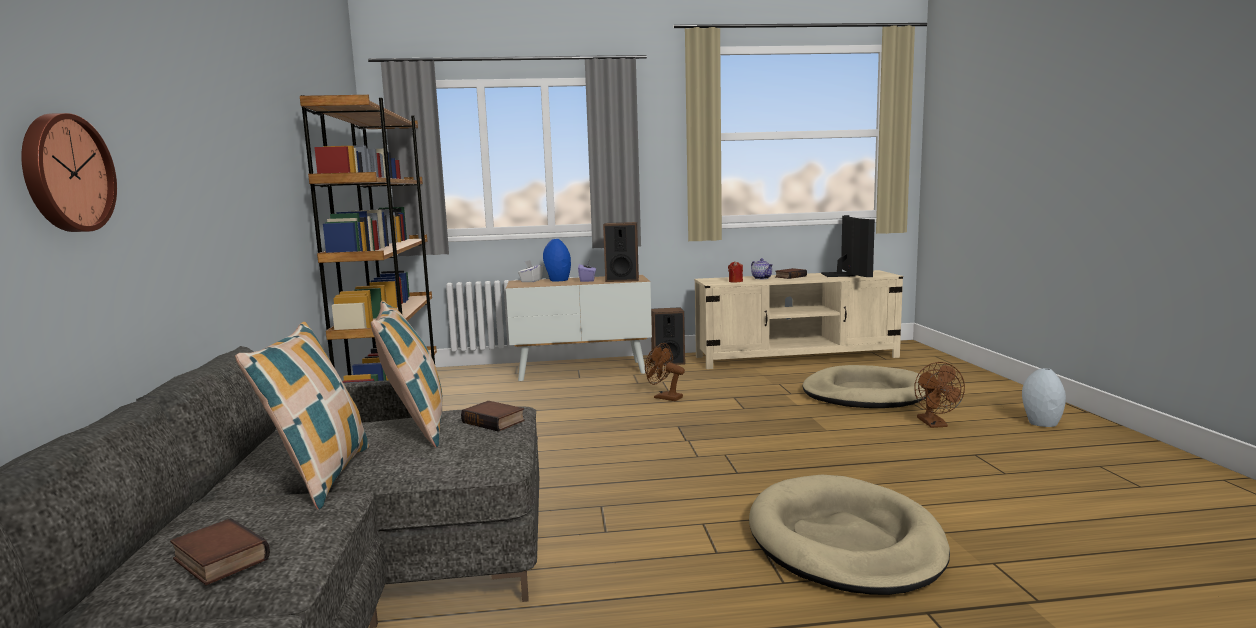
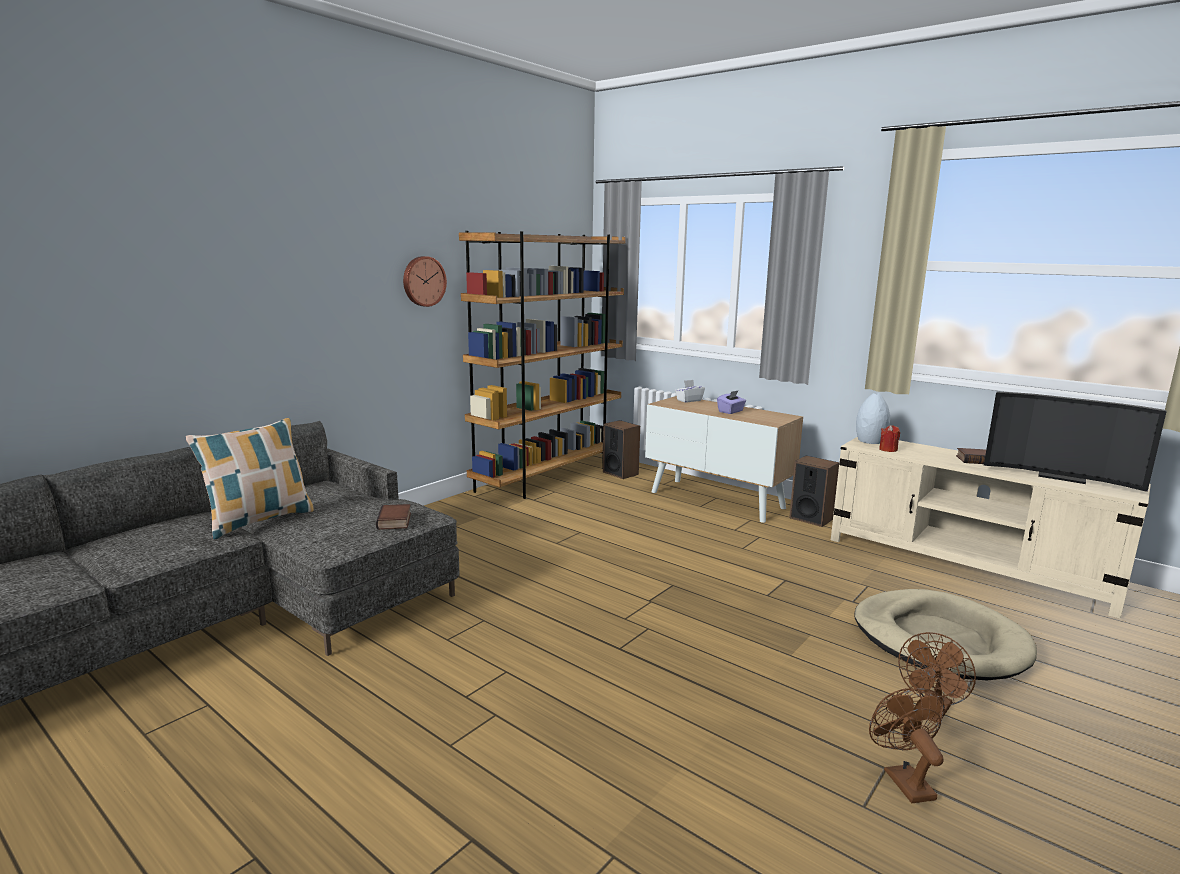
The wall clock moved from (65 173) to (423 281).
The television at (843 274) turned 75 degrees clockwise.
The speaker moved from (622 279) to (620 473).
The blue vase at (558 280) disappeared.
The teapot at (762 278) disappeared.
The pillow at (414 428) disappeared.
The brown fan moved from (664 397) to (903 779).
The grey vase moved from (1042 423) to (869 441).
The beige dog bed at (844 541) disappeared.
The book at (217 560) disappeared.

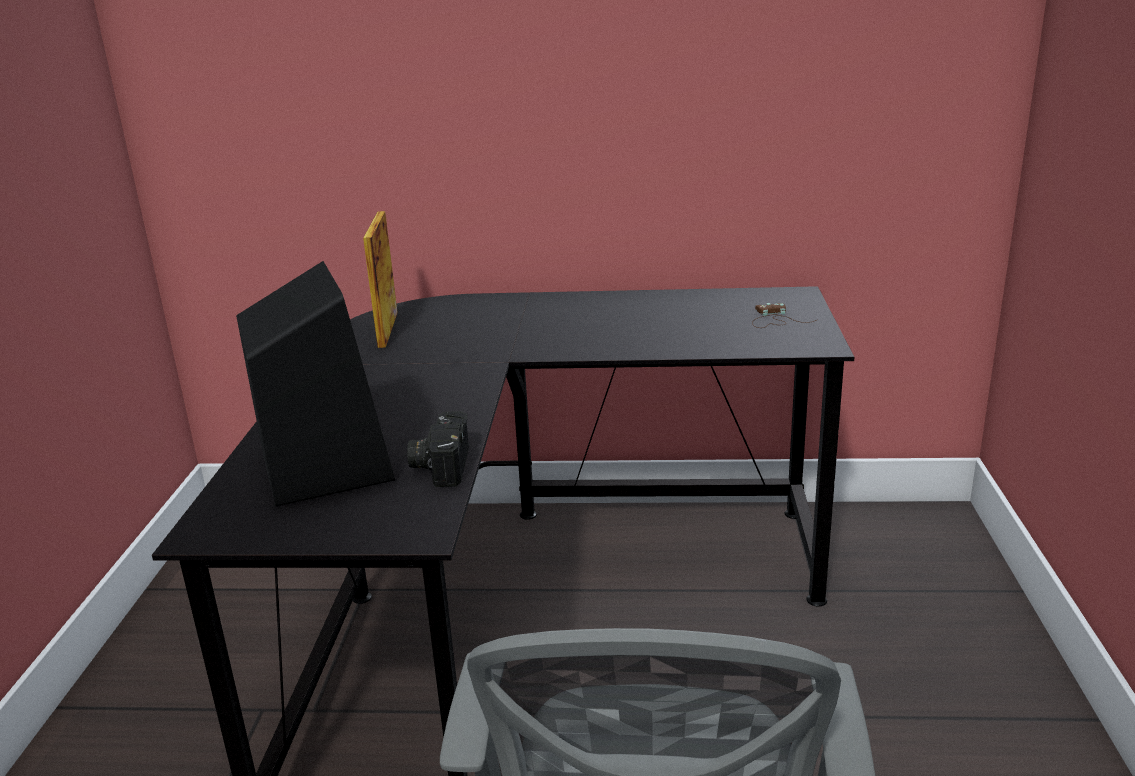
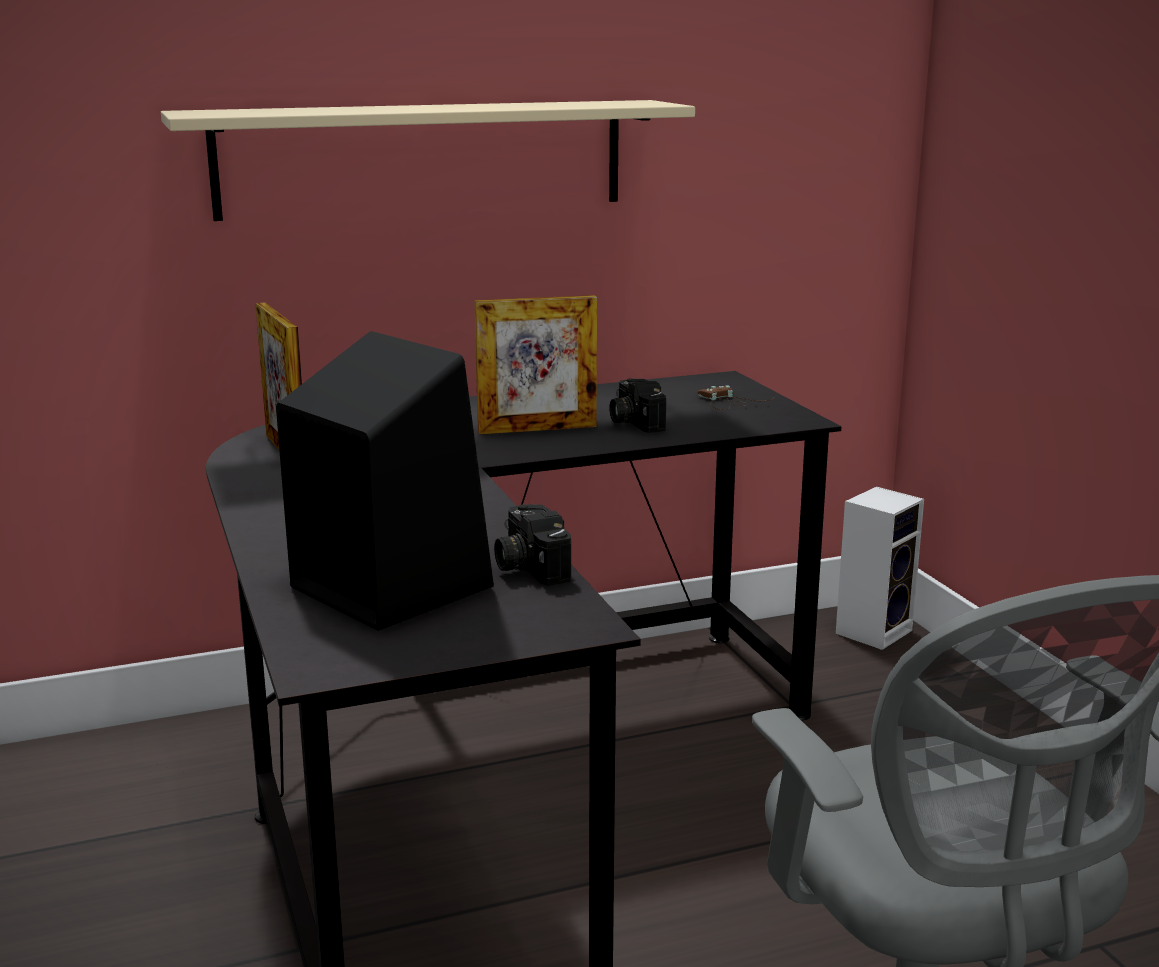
The beige shelf at (423 158) appeared.
The picture frame at (537 429) appeared.
The photo camera at (633 422) appeared.
The speaker at (874 630) appeared.

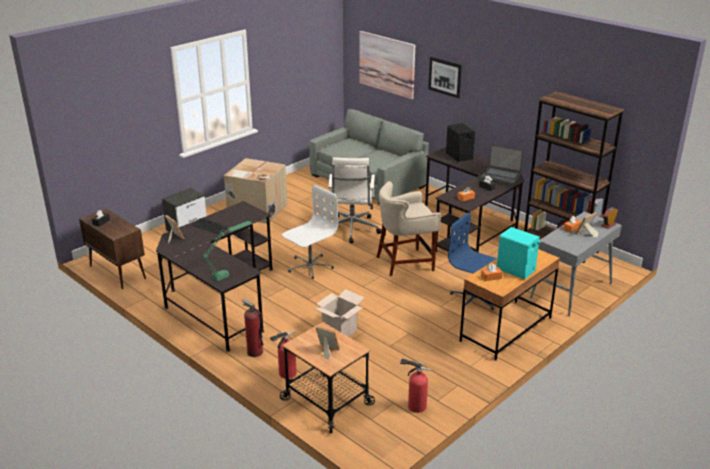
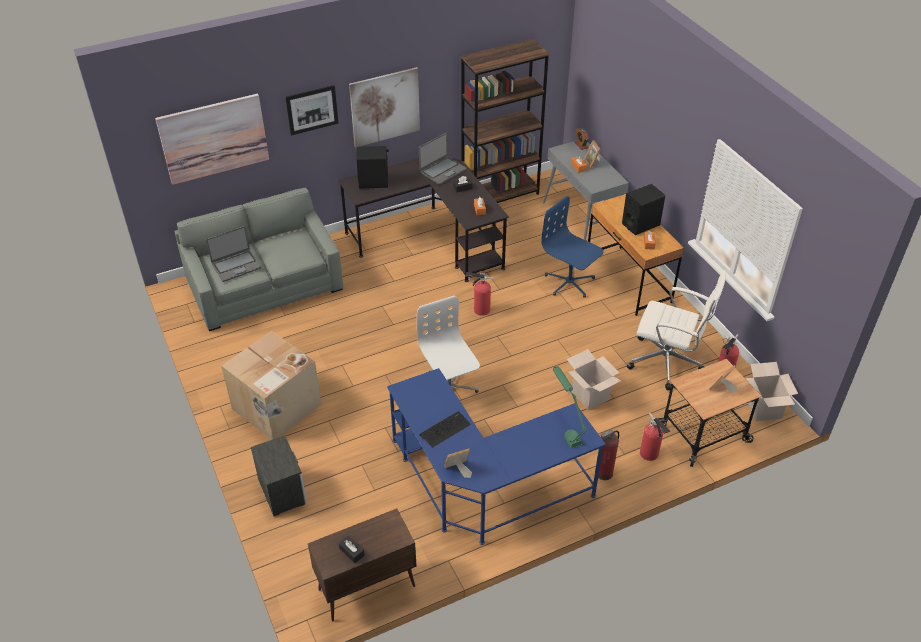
The white office chair moved from (351 230) to (667 362).
The beige stool at (405 263) was replaced by the fire extinguisher at (480 310).
The black desk at (218 299) became the blue desk at (483 486).
The blue office chair at (475 298) turned 75 degrees clockwise.
The turquoise speaker at (516 270) became the black speaker at (641 224).
The picture at (385 107) appeared.
The laptop at (236 266) appeared.
The cardboard box at (763 409) appeared.

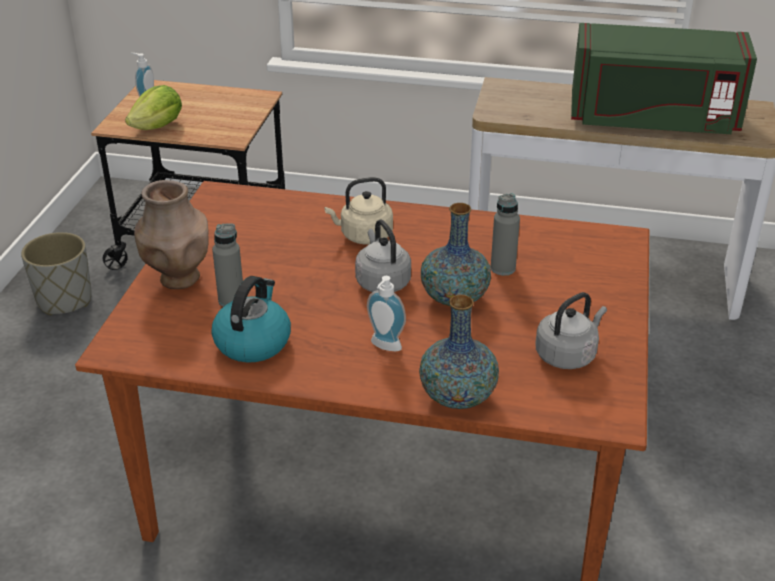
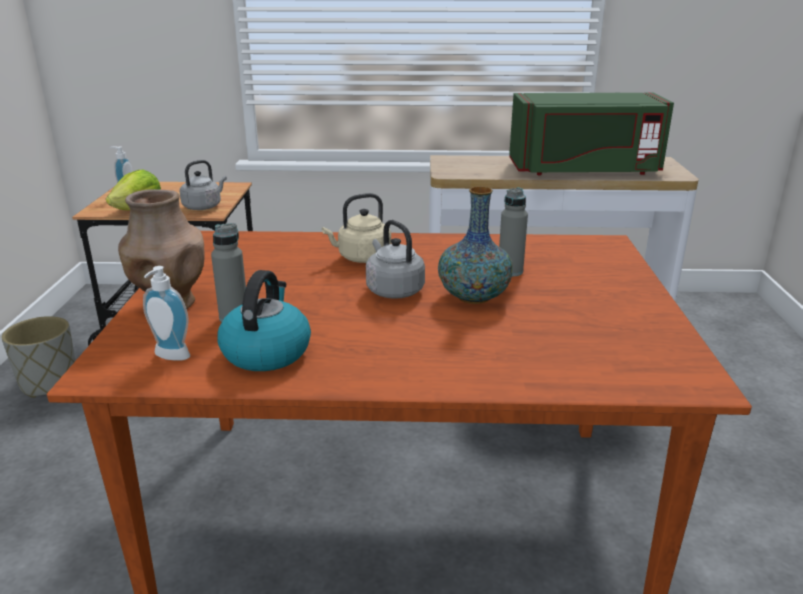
The soap dispenser moved from (384 347) to (169 357).
The grey kettle moved from (567 355) to (204 206).
The vase at (457 396) disappeared.

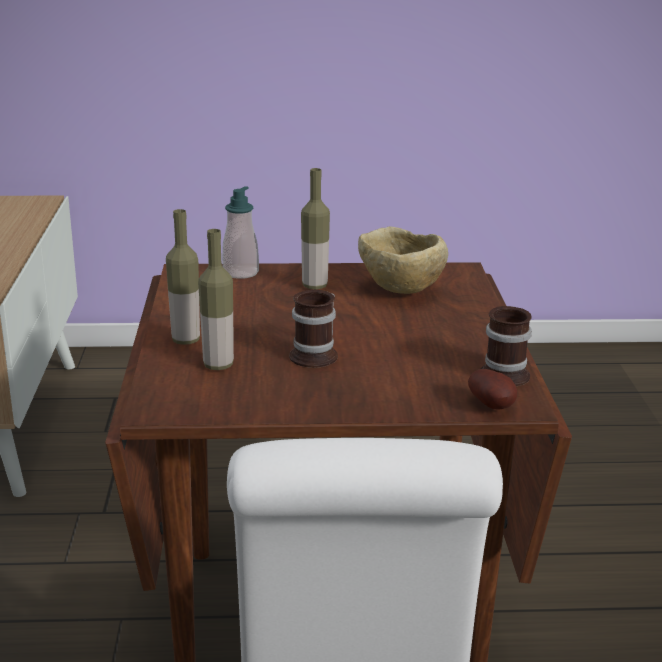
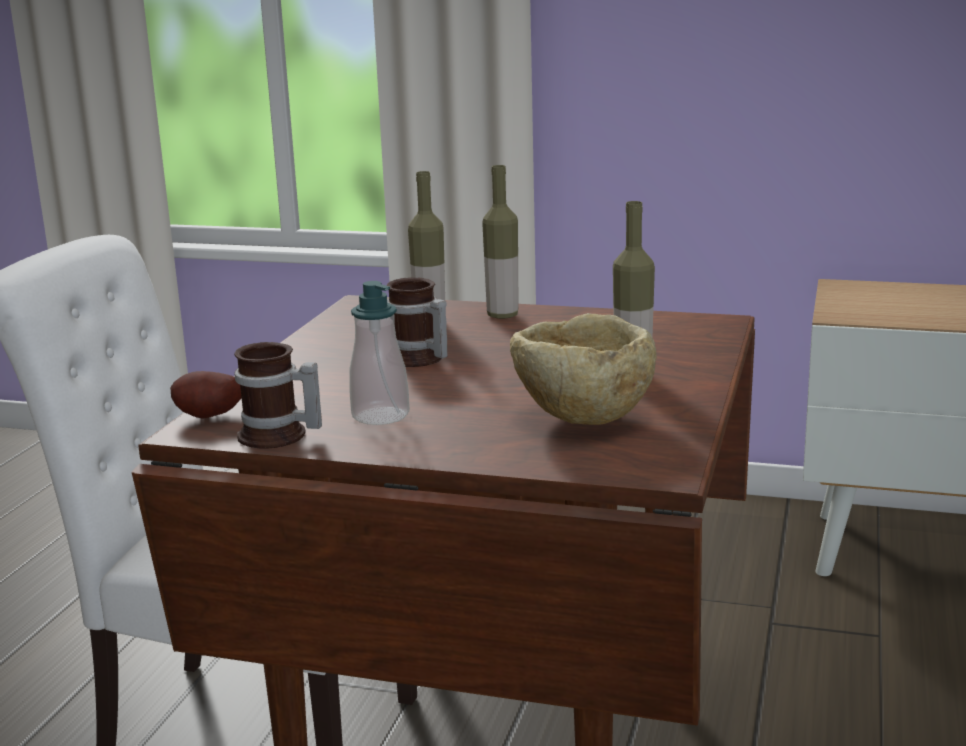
The soap dispenser moved from (240 273) to (380 415).

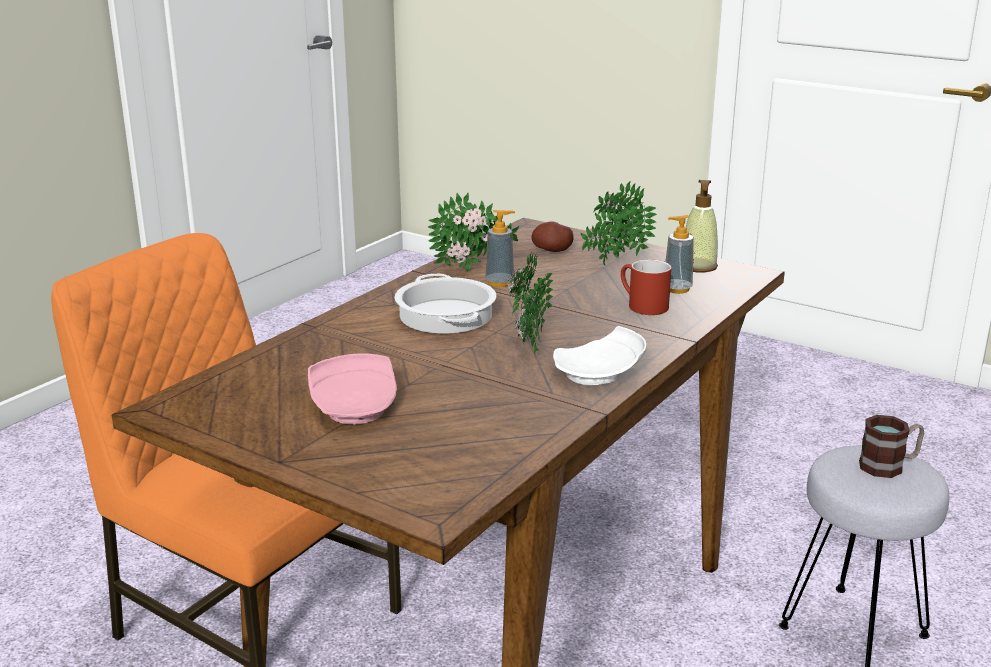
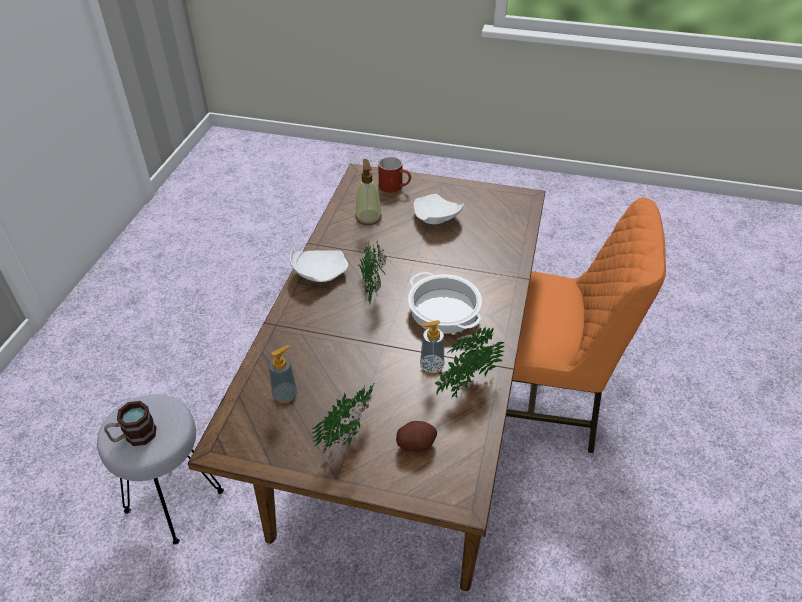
The soap dispenser moved from (698 267) to (368 217).
The red mug moved from (641 306) to (395 186).
The pink plate at (356 407) became the white plate at (435 218).

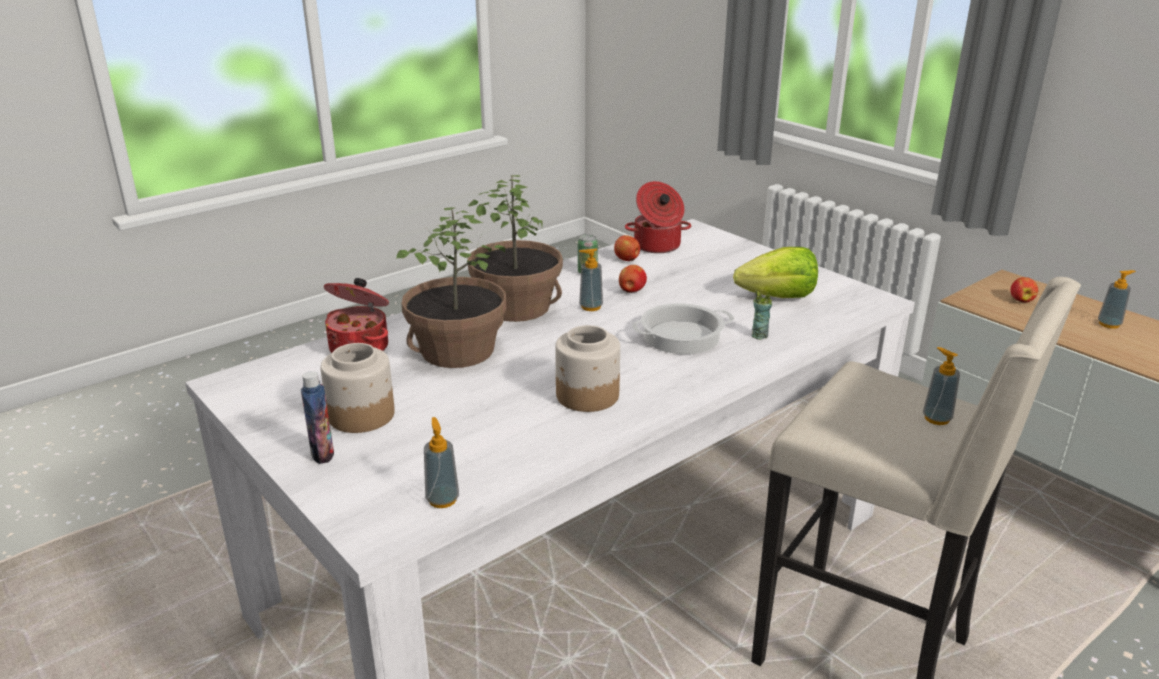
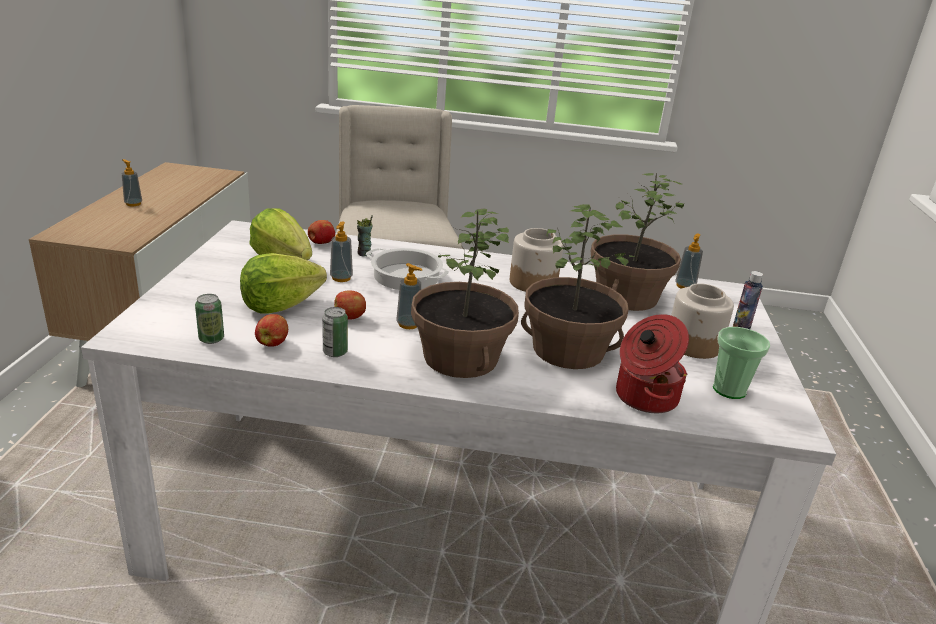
The cooking pot at (657 246) was replaced by the can at (211 339).
The apple moved from (1021 300) to (321 243).
The soap dispenser moved from (936 418) to (341 278).
The potted plant at (626 296) appeared.
The lettuce at (280 305) appeared.
The cup at (729 390) appeared.

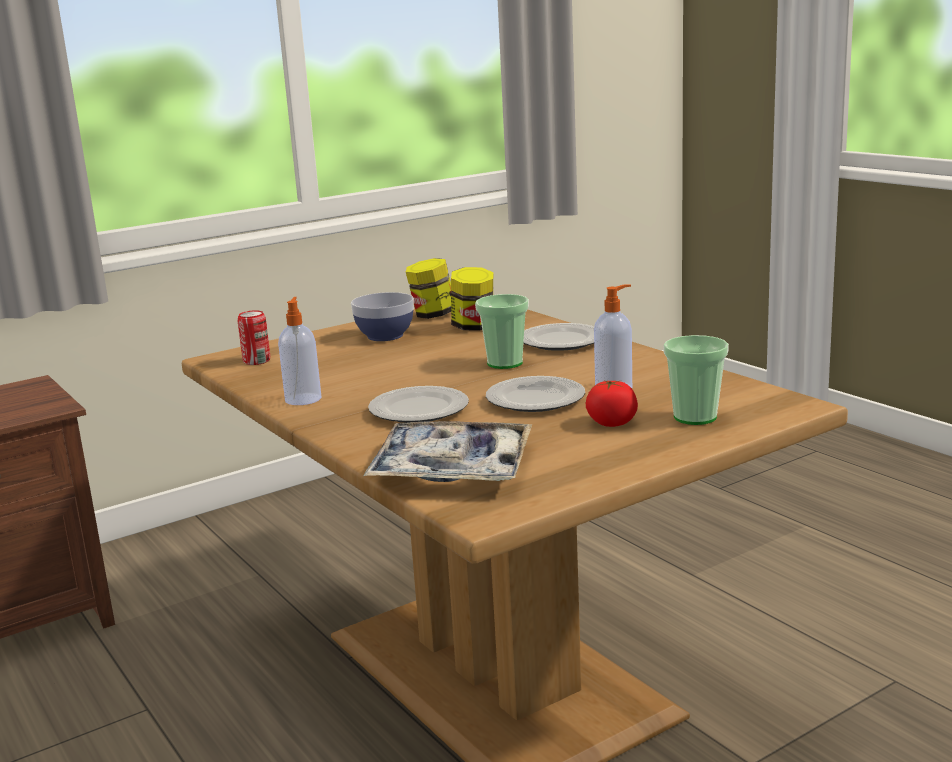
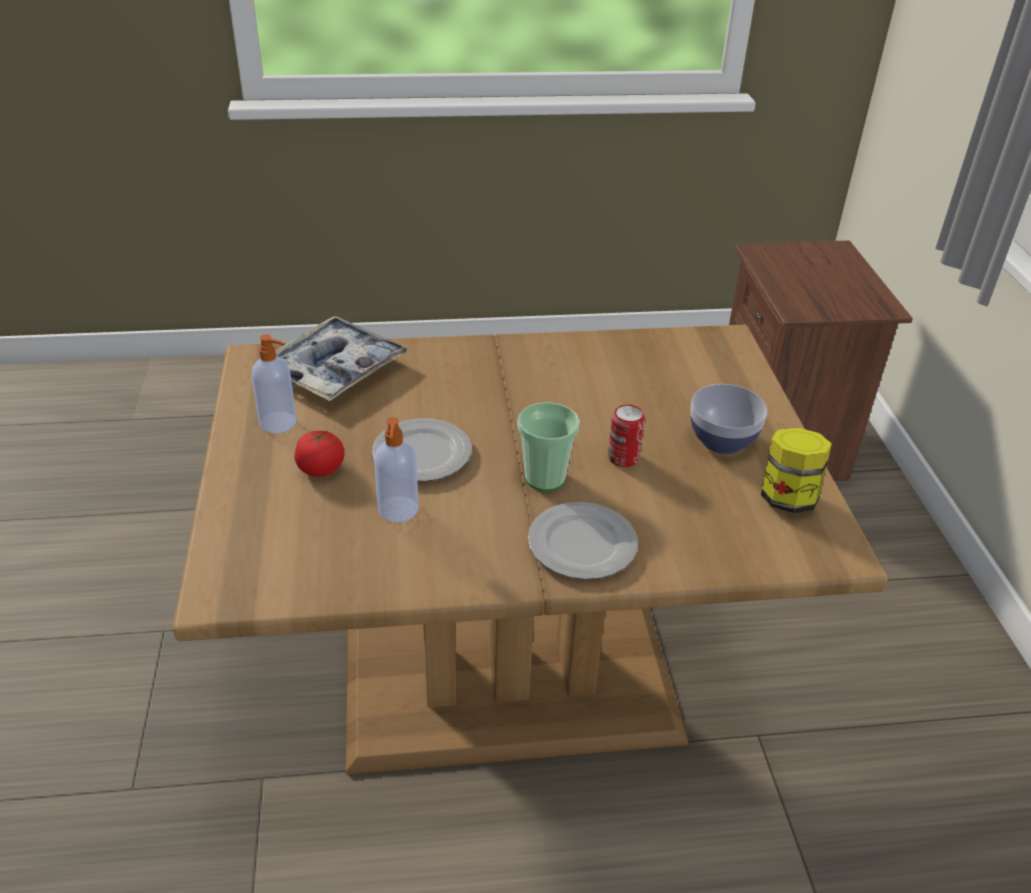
The jar at (473 327) disappeared.
The soap dispenser moved from (303 399) to (279 423).
The can moved from (256 361) to (623 458).
The cup at (695 417) disappeared.
The plate at (419 410) disappeared.

